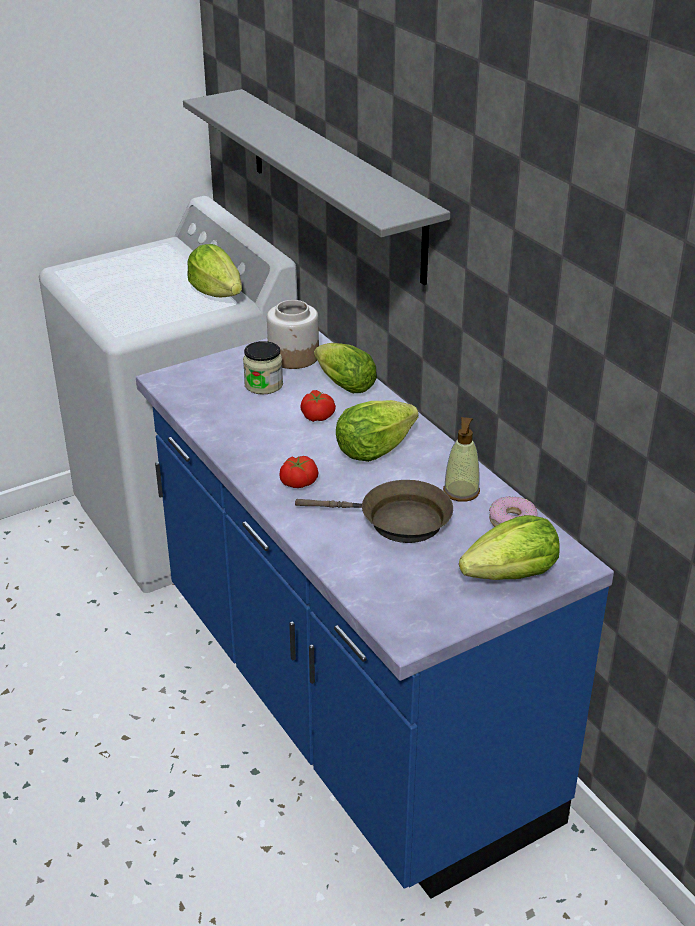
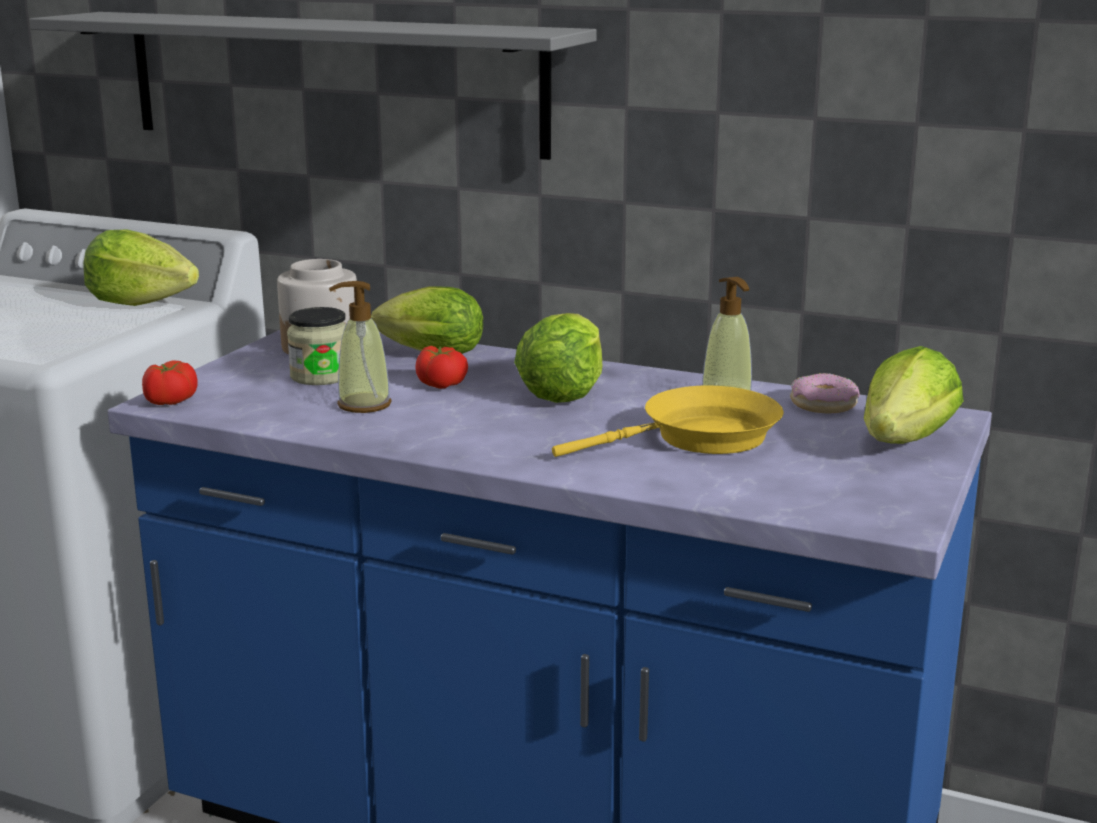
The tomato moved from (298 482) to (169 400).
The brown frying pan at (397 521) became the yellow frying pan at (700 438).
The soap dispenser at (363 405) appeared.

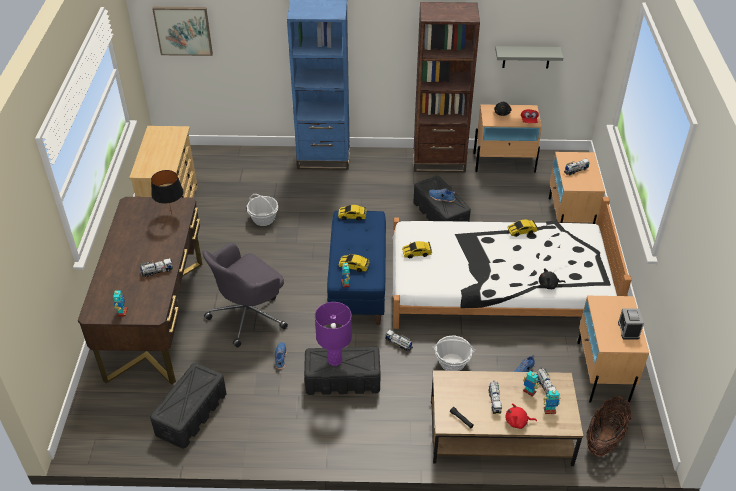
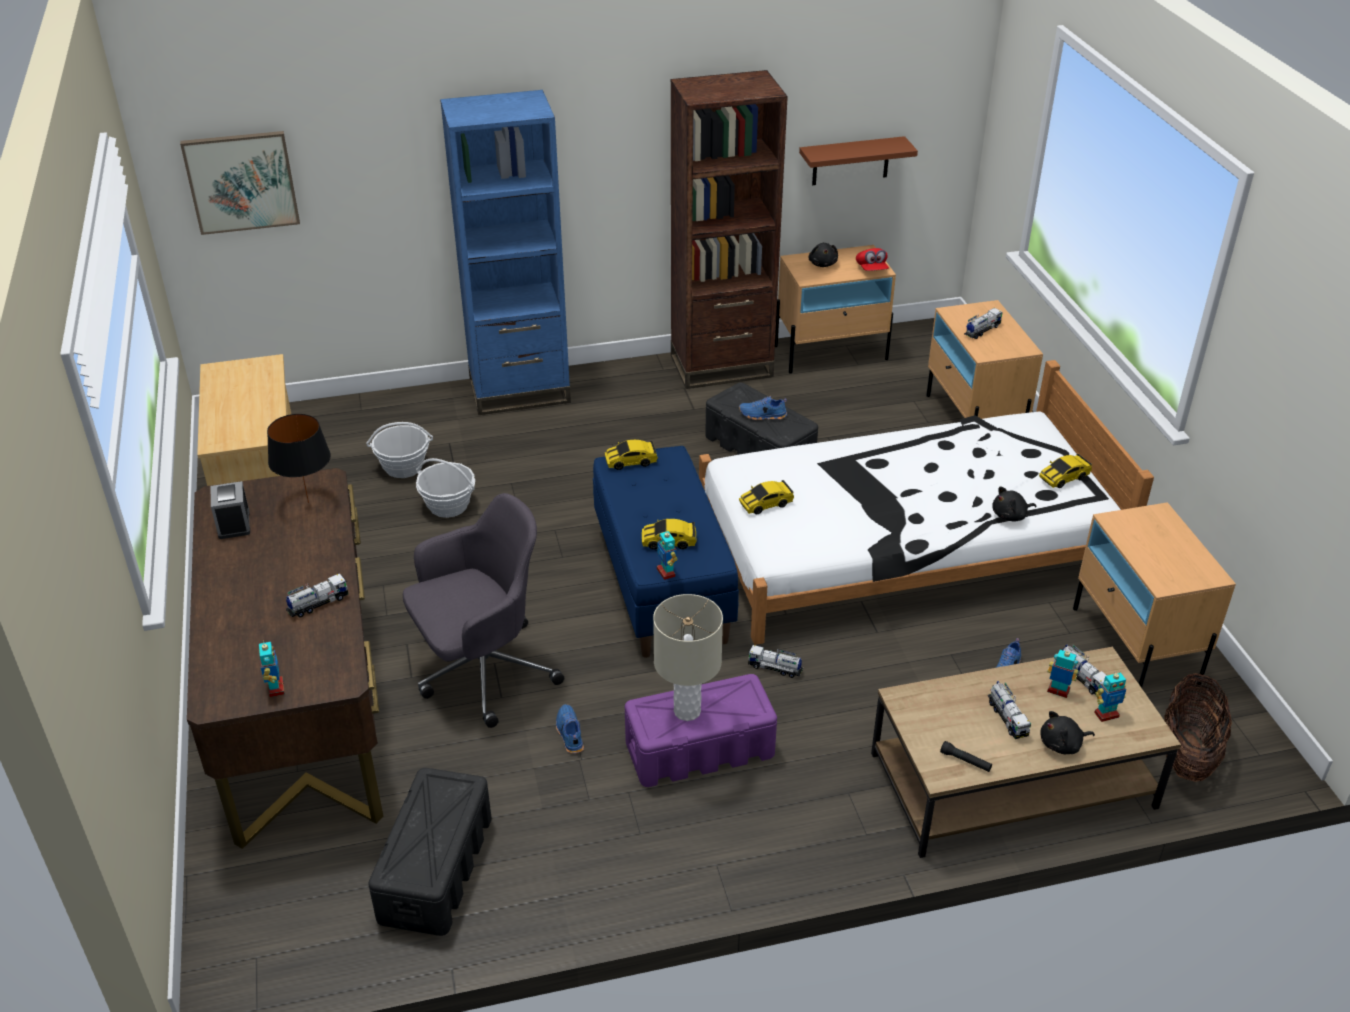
The grey shelf at (526 57) became the brown shelf at (850 161).
The toy car moved from (521 231) to (1064 478).
The grey office chair at (249 315) turned 150 degrees counterclockwise.
The purple table lamp at (334 360) became the beige table lamp at (686 711).
The alarm clock moved from (628 330) to (234 524).
The basket moved from (452 363) to (403 467).
The black storage box at (343 380) became the purple storage box at (701 749).
The red plush toy at (517 422) became the black plush toy at (1062 744).

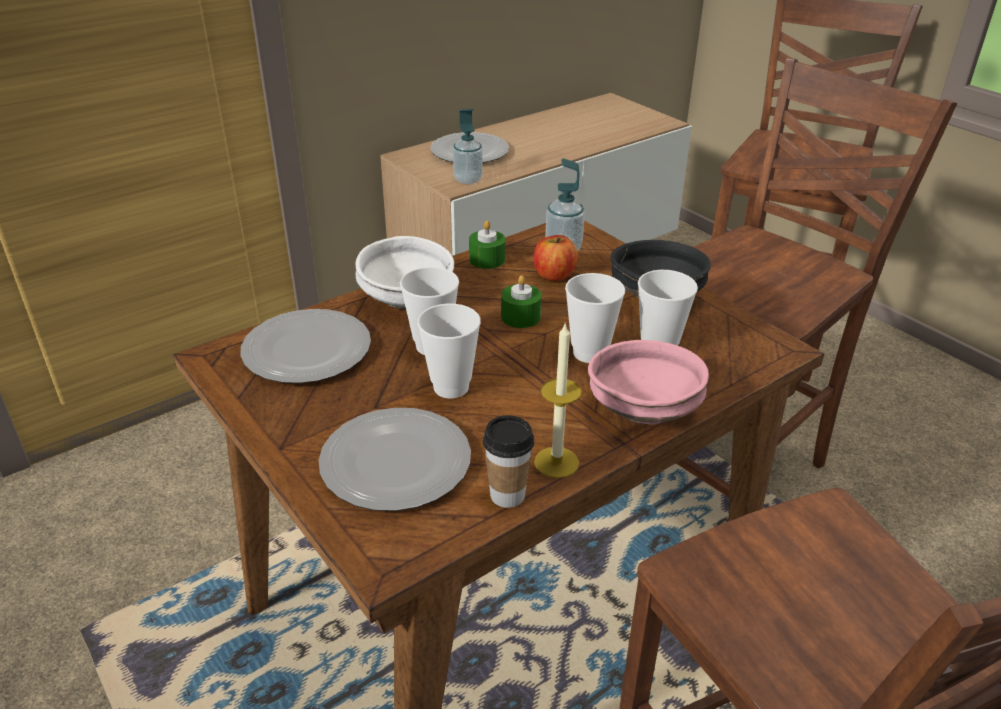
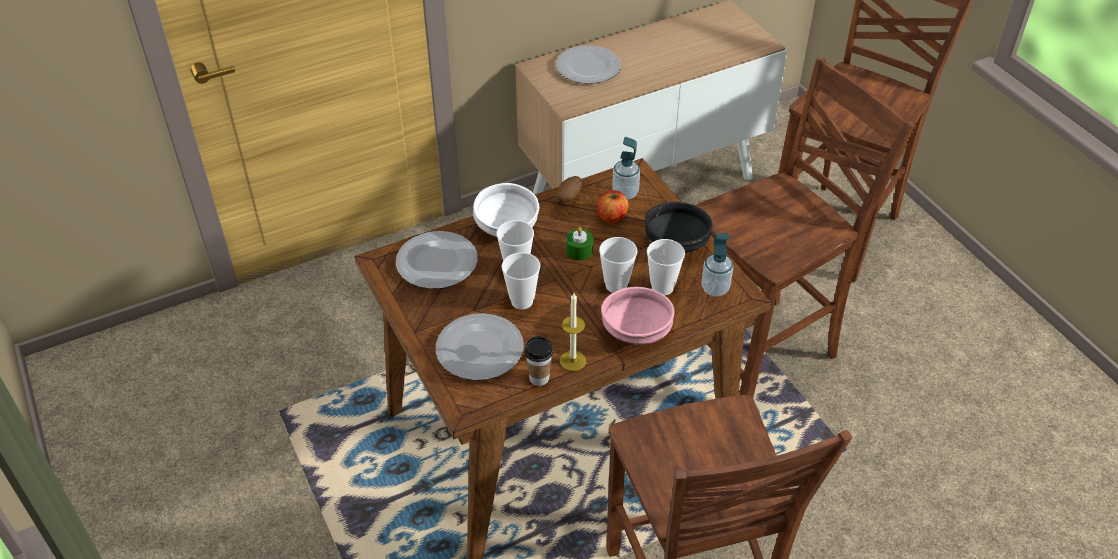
The soap dispenser moved from (468 180) to (715 288).
The green candle at (487 259) was replaced by the potato at (568 197).

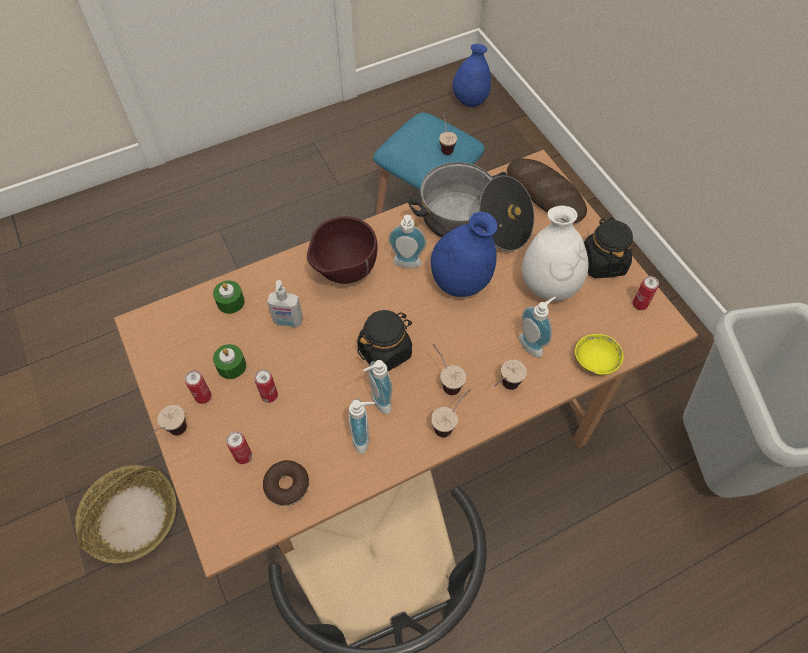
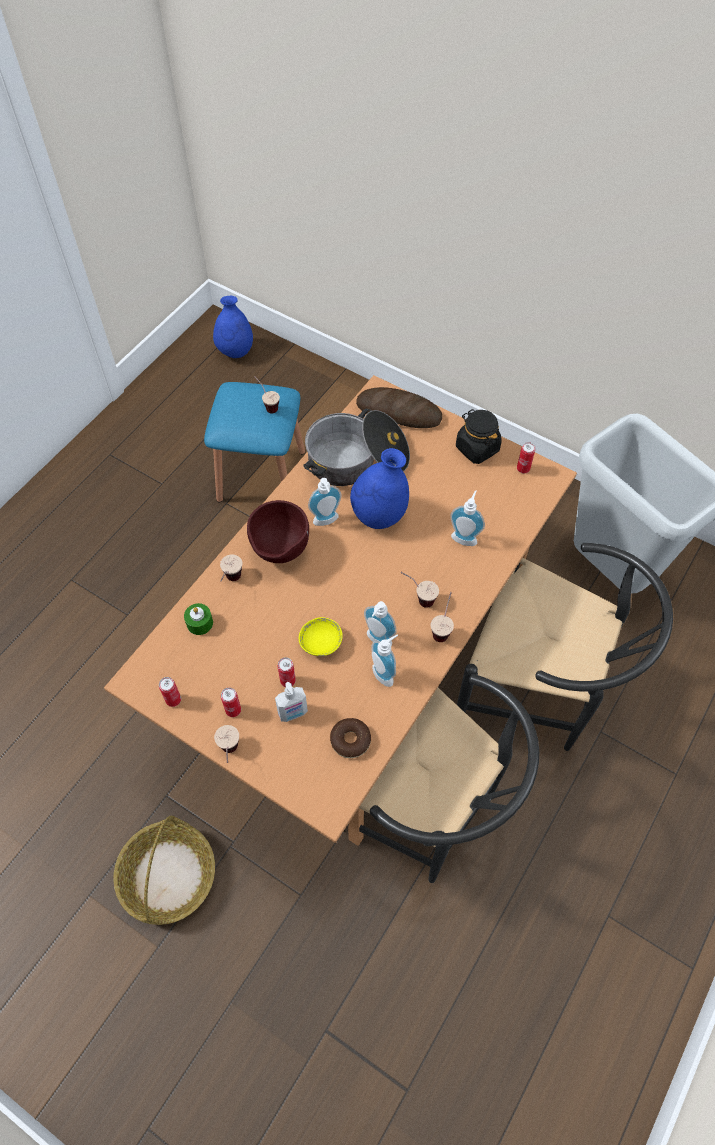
The white vase at (549 286) disappeared.
The soap dispenser moved from (288 321) to (293 713).
The black jar at (385 352) disappeared.
The yellow bowl moved from (595 361) to (321 643).
The green candle at (231 366) disappeared.
The cup moved from (504 389) to (231 582).
The can moved from (243 456) to (173 700).
The black chair at (539 692) appeared.

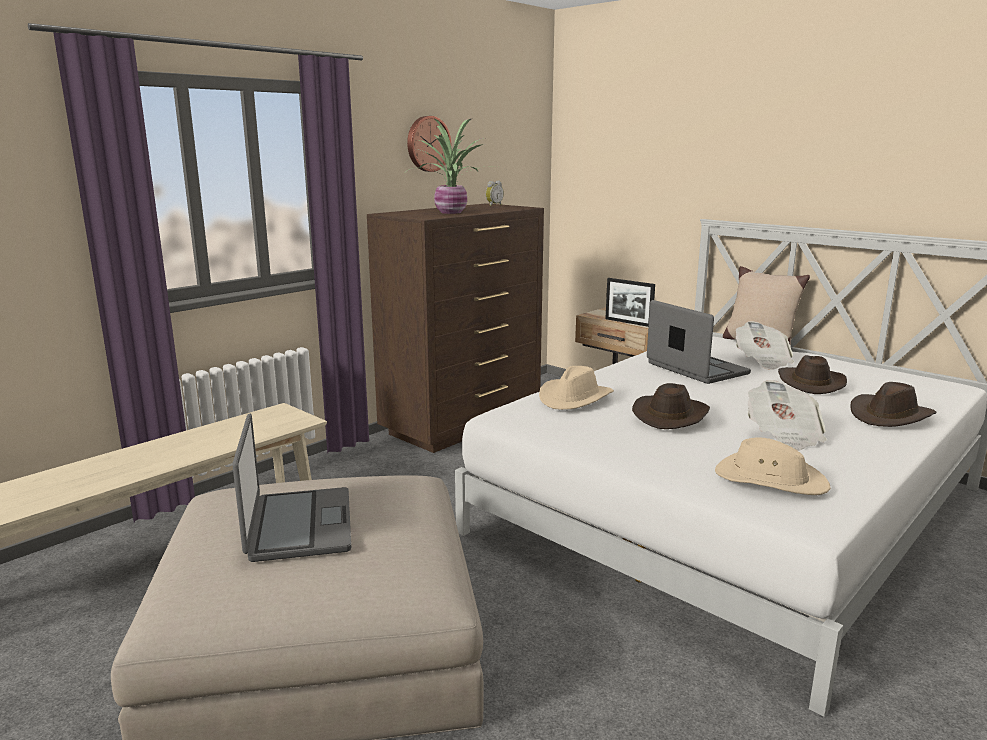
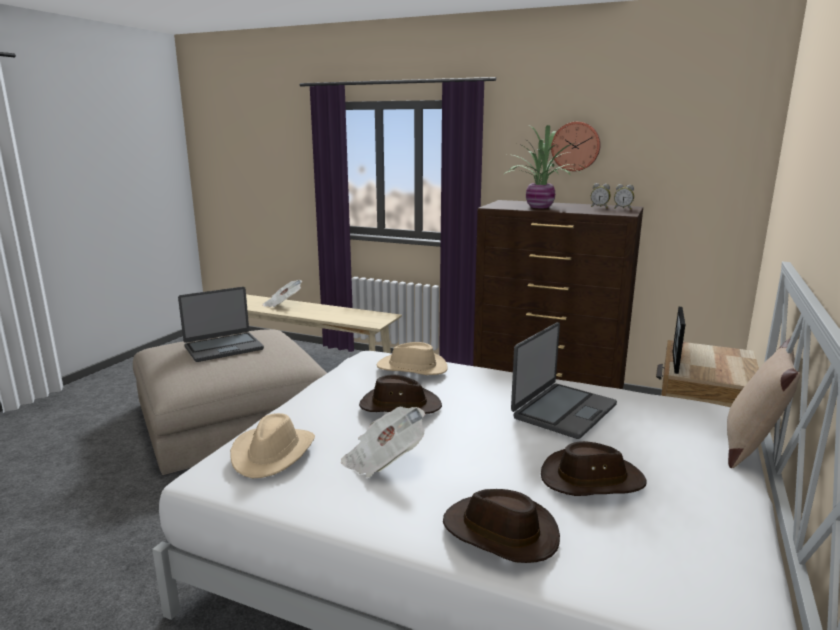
The newspaper moved from (762 361) to (283 304).
The alarm clock at (599 207) appeared.

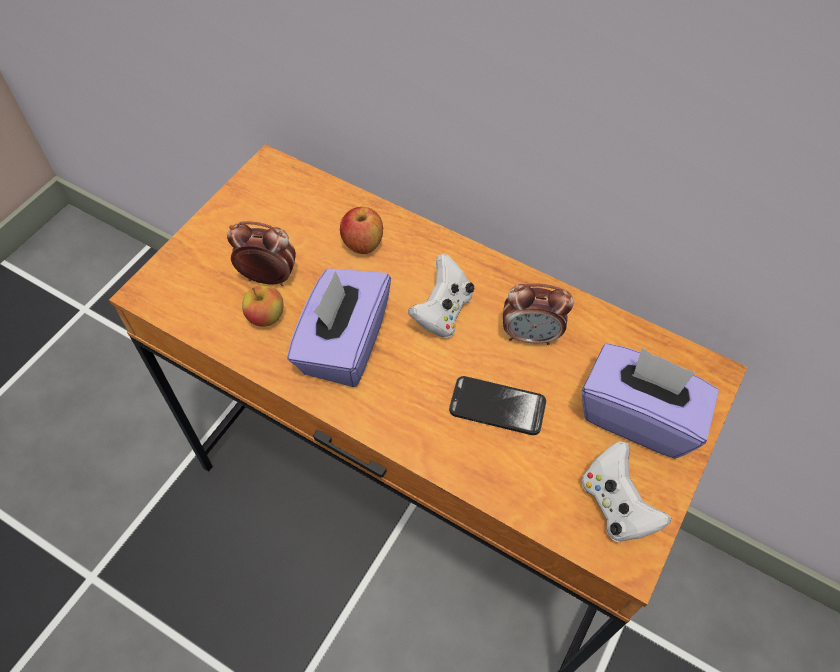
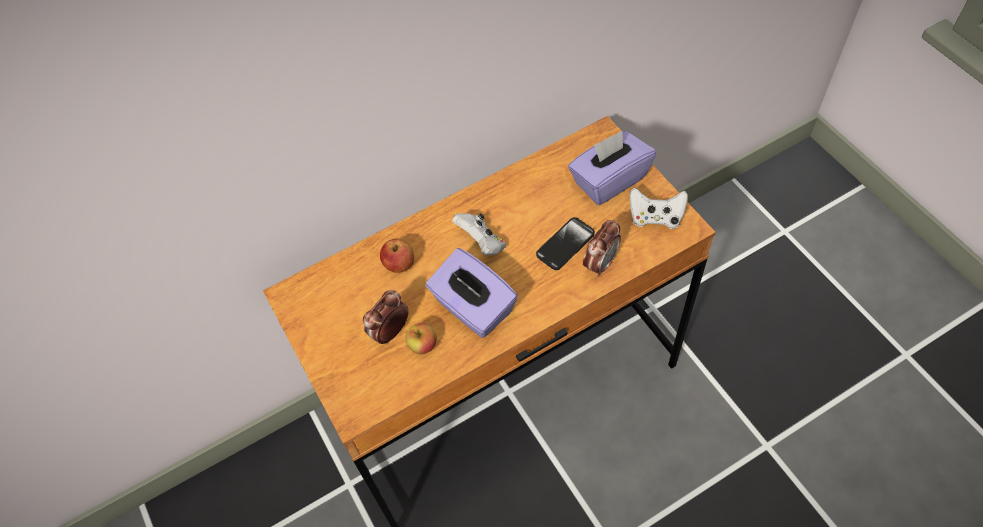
The alarm clock moved from (530 335) to (600 263).

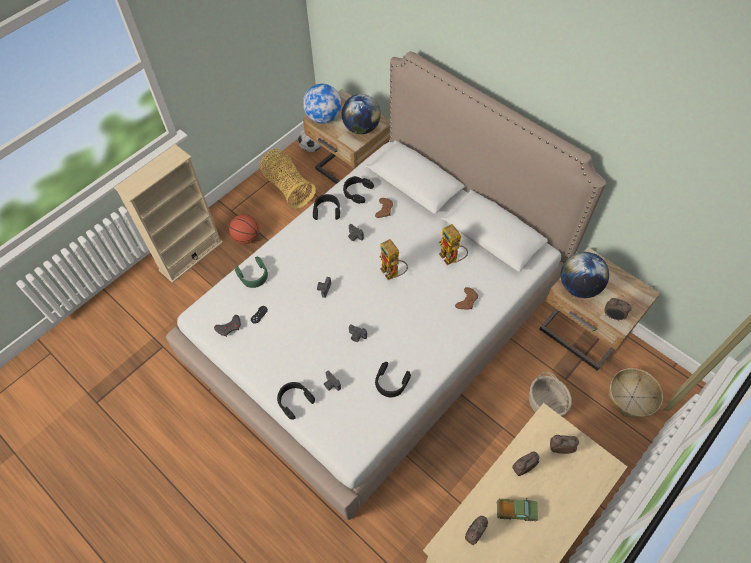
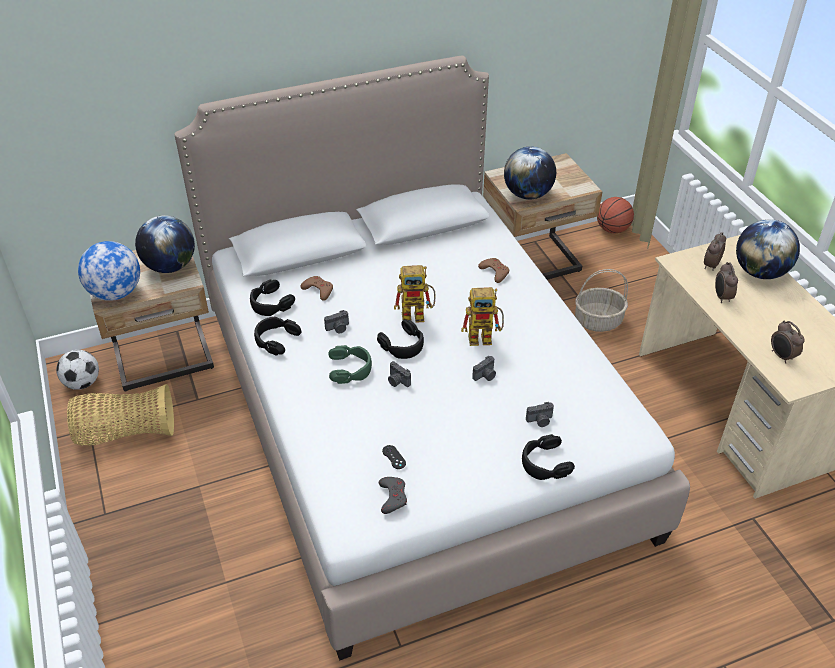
The beige bookcase at (191 256) disappeared.
The basketball moved from (246 237) to (612 229).
The toy robot moved from (451 259) to (485 337).
The green headphones moved from (253 275) to (350 368).
The alarm clock at (613 316) disappeared.
The black headphones moved from (391 382) to (403 345).
The basket at (631 397) disappeared.
The toy truck at (516 511) disappeared.
The globe at (760 272) appeared.

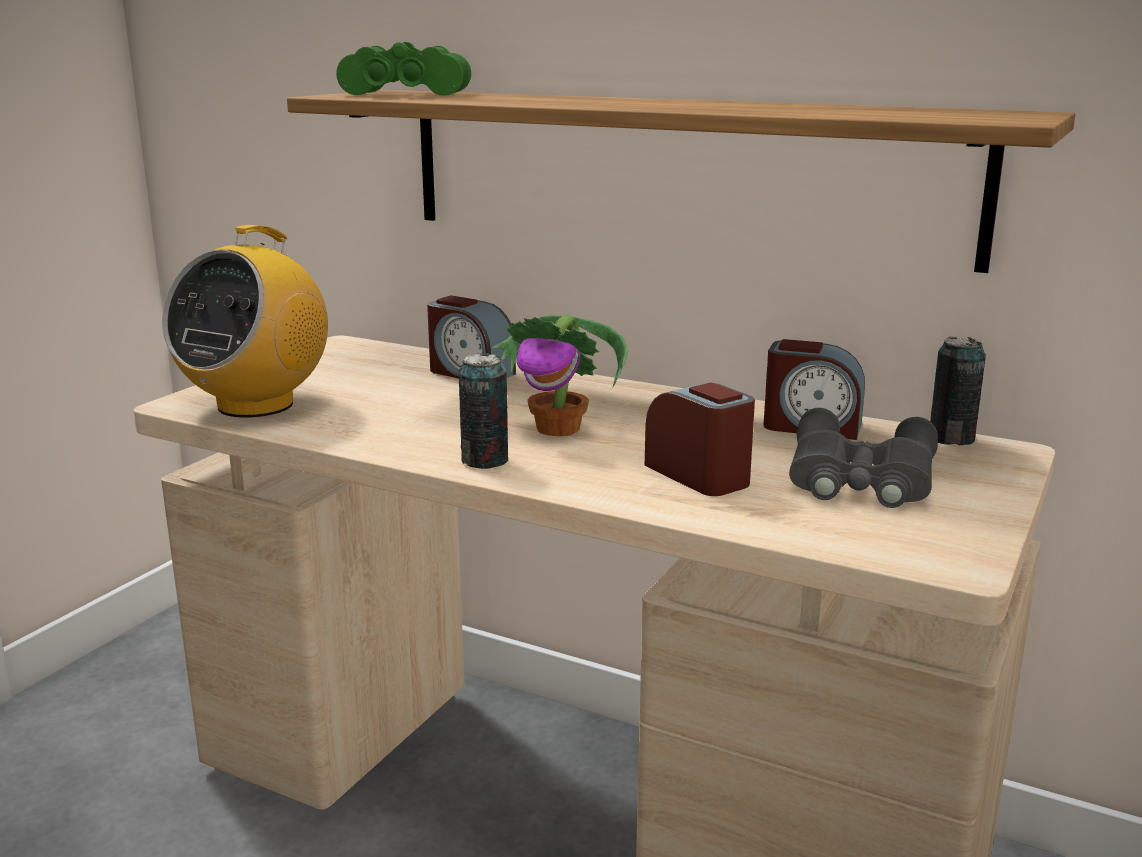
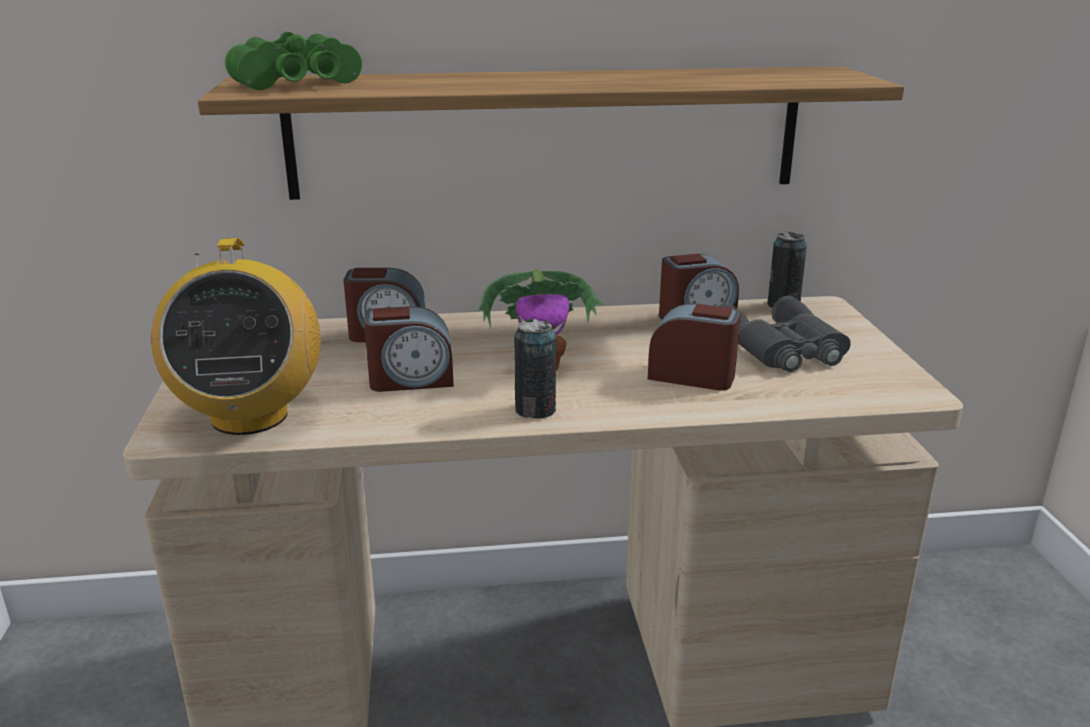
The alarm clock at (411 380) appeared.

